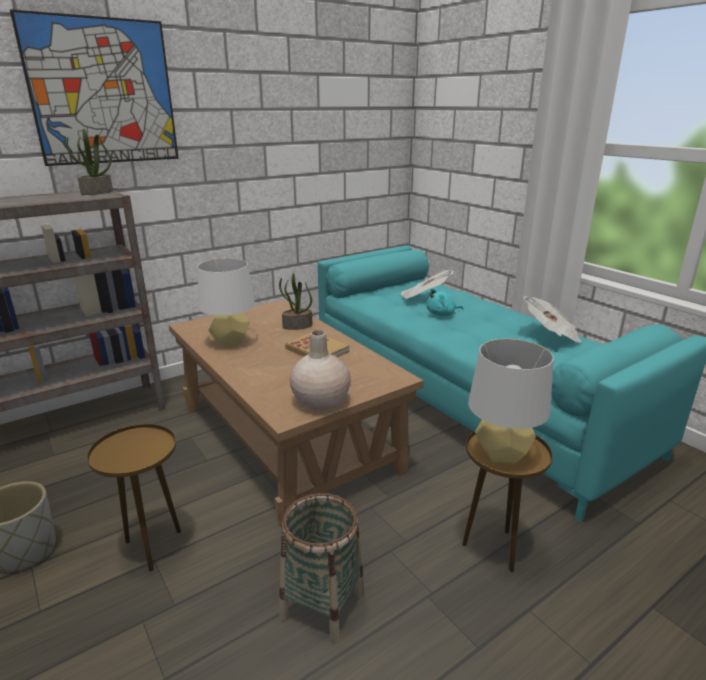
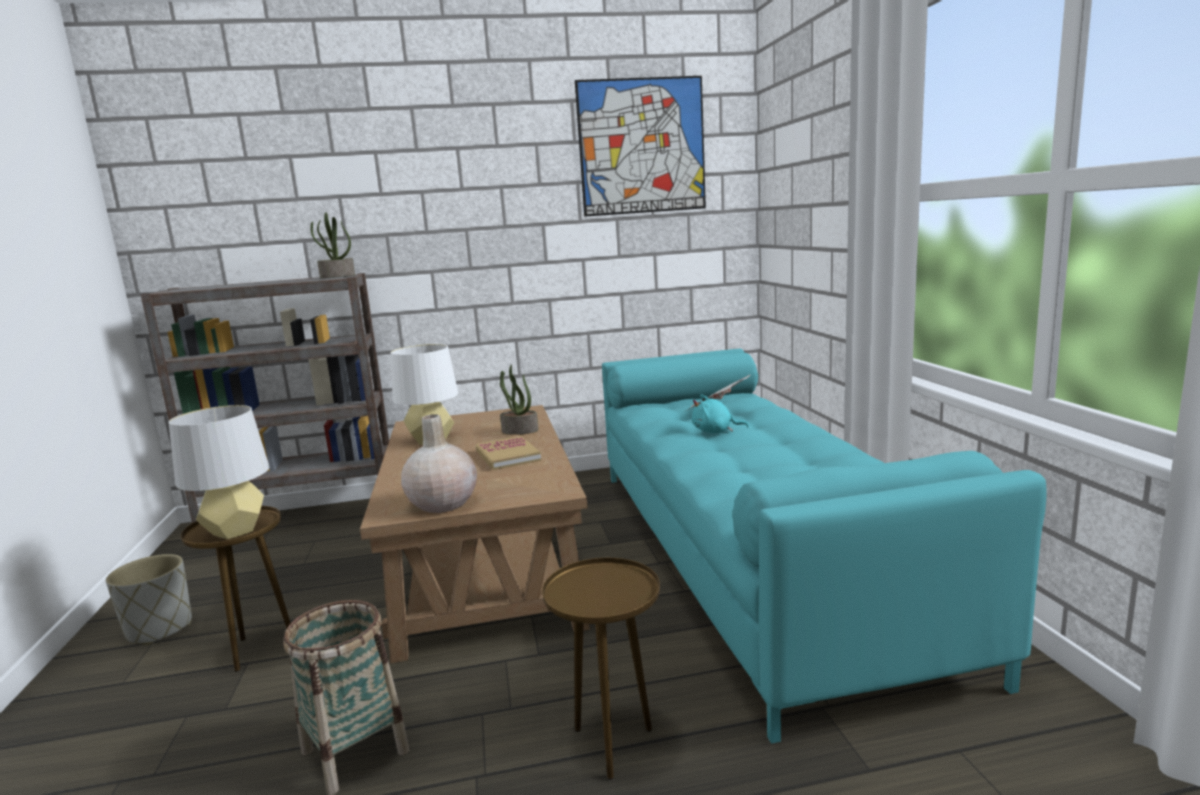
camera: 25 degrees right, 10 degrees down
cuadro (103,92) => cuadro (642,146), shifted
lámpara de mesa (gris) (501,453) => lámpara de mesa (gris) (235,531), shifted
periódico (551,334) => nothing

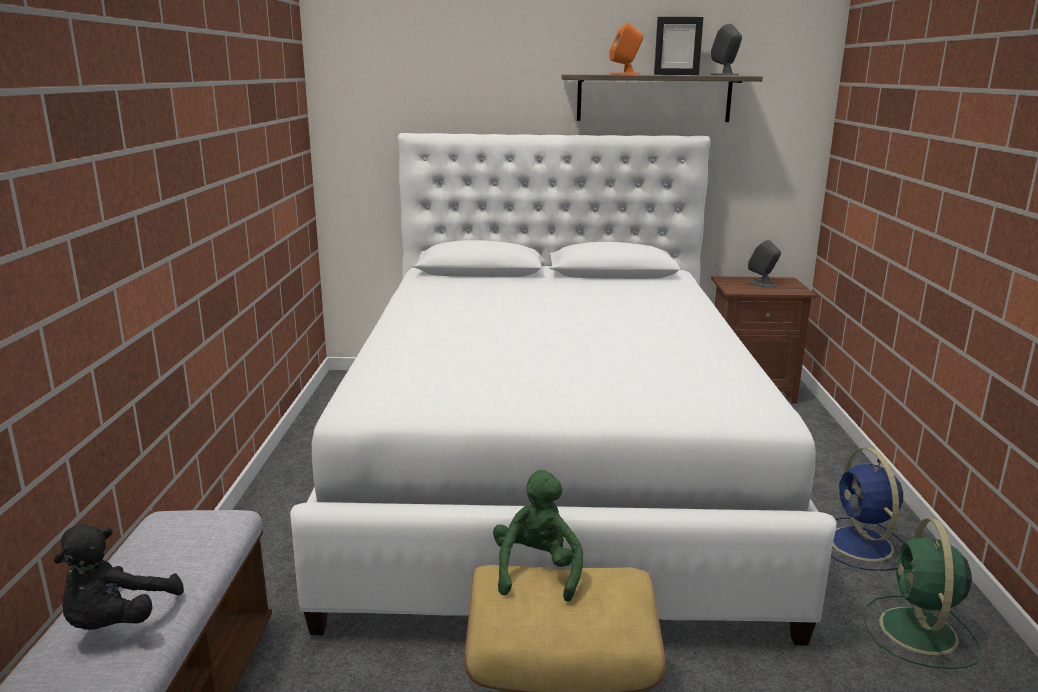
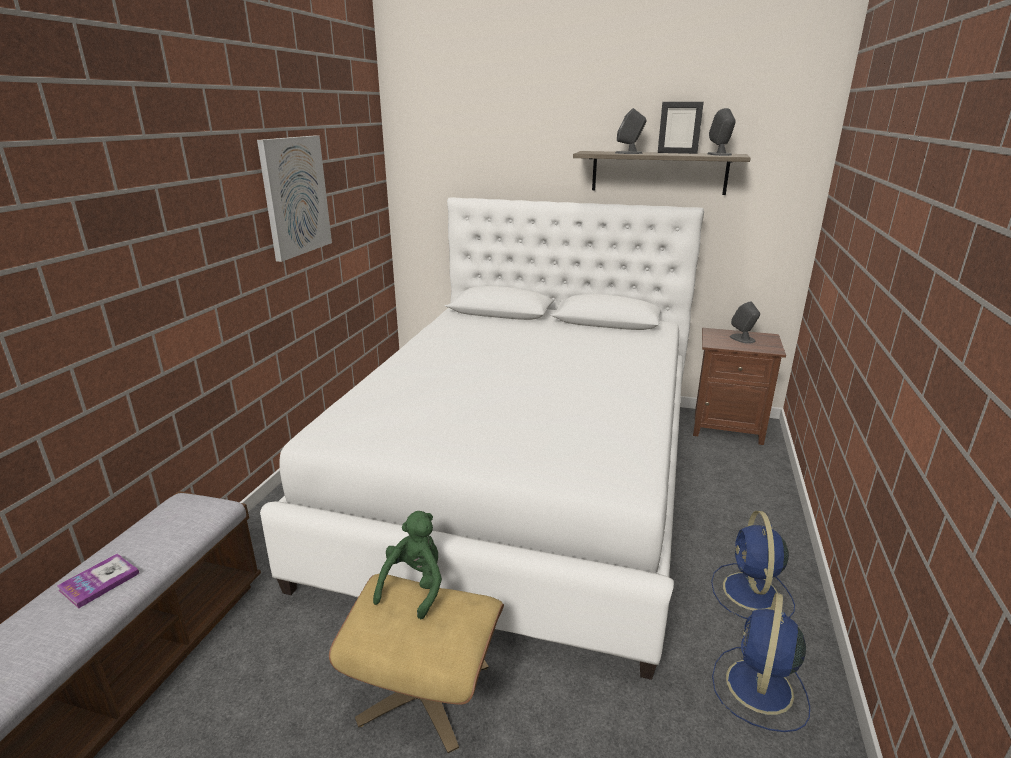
camera: 15 degrees right, 5 degrees up
peluche (negro) (117,622) => libro (99,581)
altavoz (naranja) (625,74) => altavoz (gris) (629,153)
ventilador (verde) (919,633) => ventilador (azul) (759,688)
nothing => cuadro (295,196)

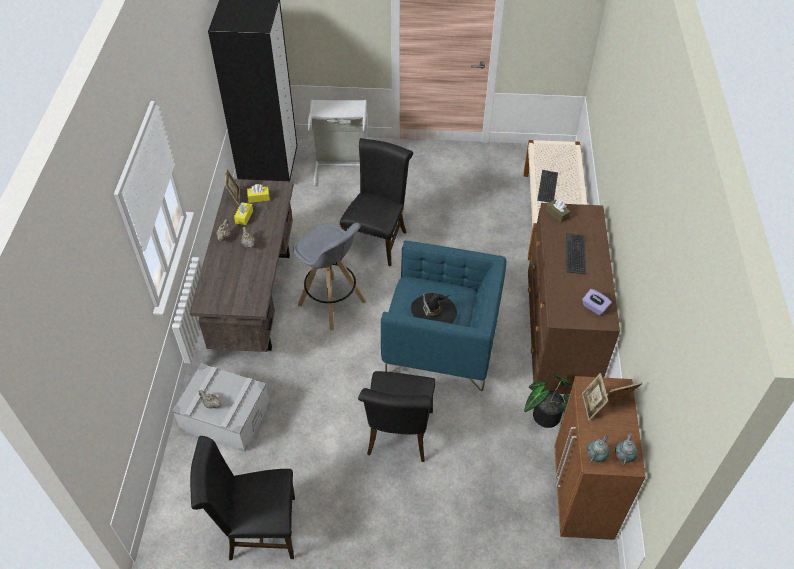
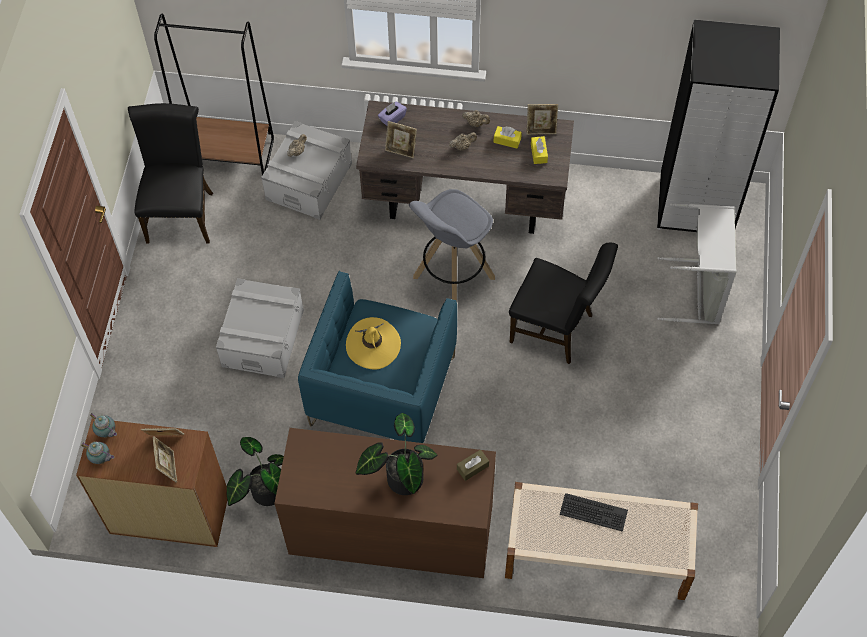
camera: 95 degrees right, 10 degrees up
silla (negro) (399,437) => caja de almacenaje (gris) (263,338)
sombrero (negro) (433,312) => sombrero (amarillo) (373,345)
teclado (576,254) => planta en maceta (400,477)
caja de pañuelos (morado) (594,307) => caja de pañuelos (morado) (392,119), shifted
nothing => perchero (230,155)
nothing => portarretratos (401,150)

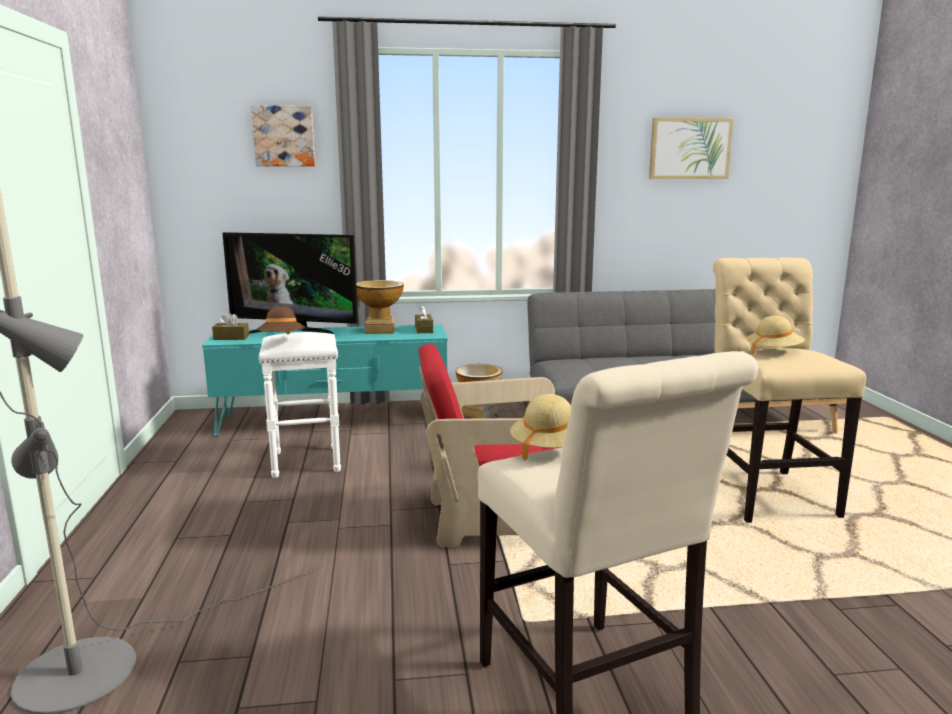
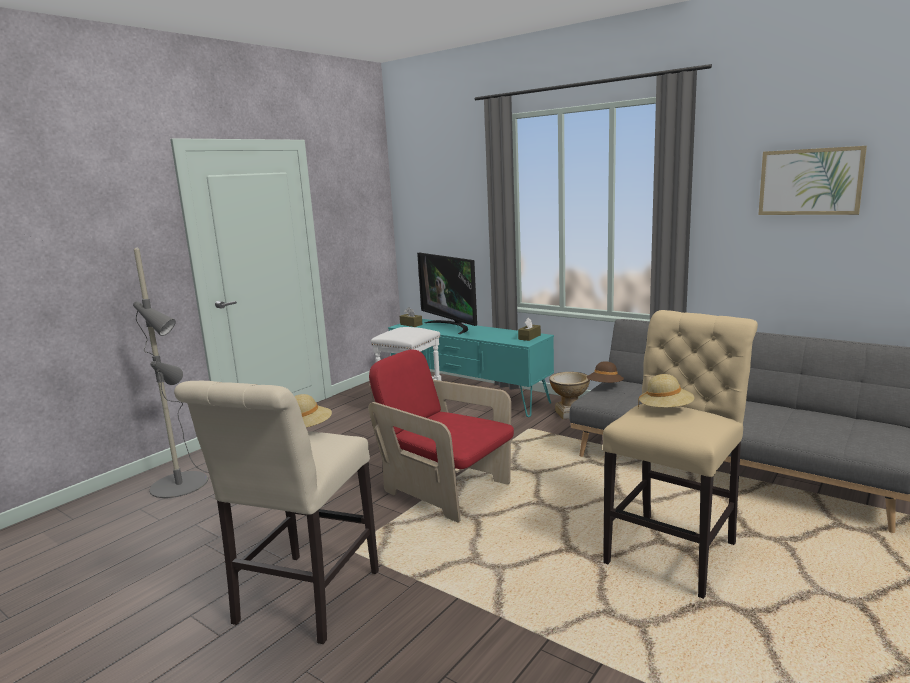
camera: 45 degrees right, 0 degrees up
cuadro (284,136) => nothing
sombrero (marrón) (282,340) => sombrero (marrón) (605,386), shifted
florero (380,330) => nothing

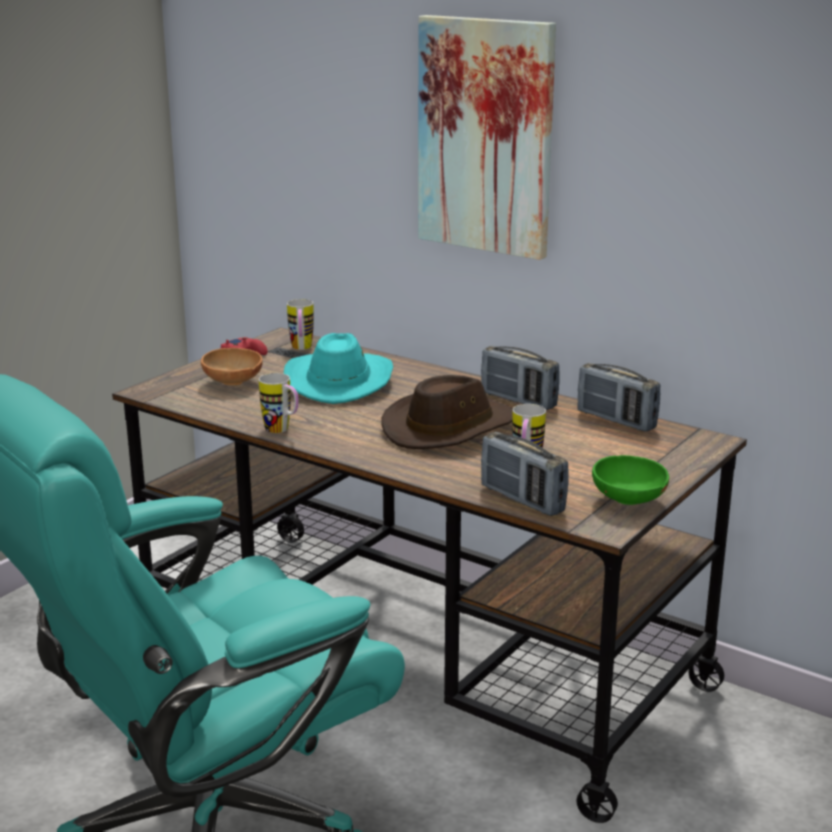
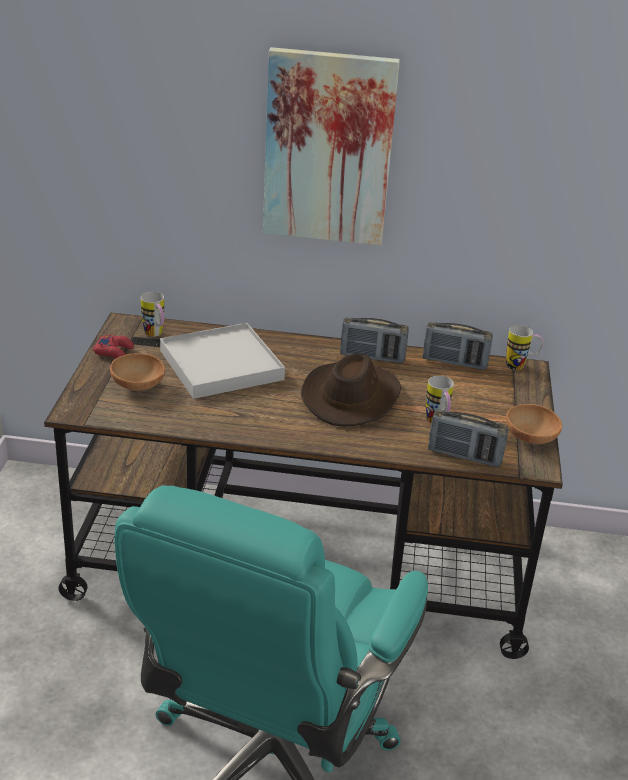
camera: 30 degrees left, 10 degrees up
taza grande (282,430) => taza grande (520,367), shifted
sombrero (turquesa) (338,381) => bandeja (blanco) (221,365)
cuenco (verde) (628,502) => cuenco (marrón) (531,440)

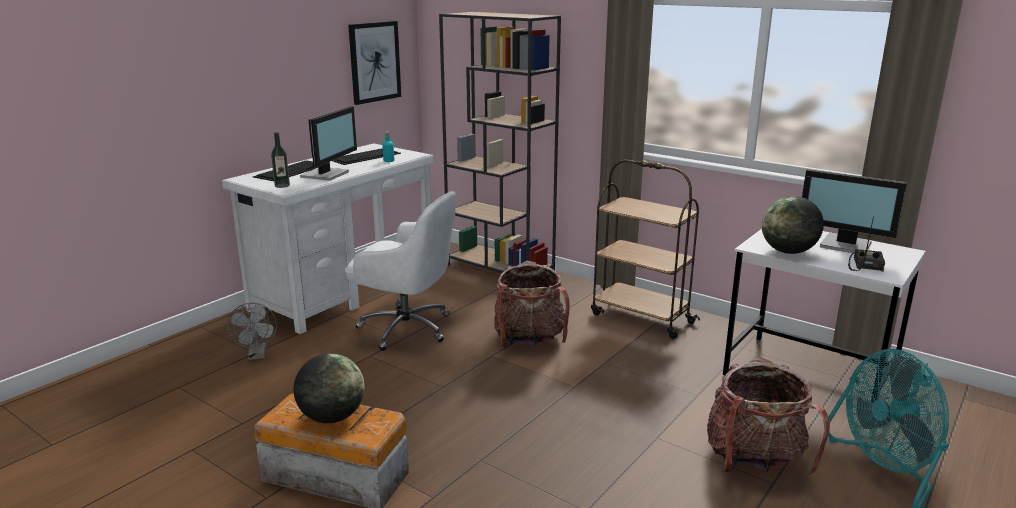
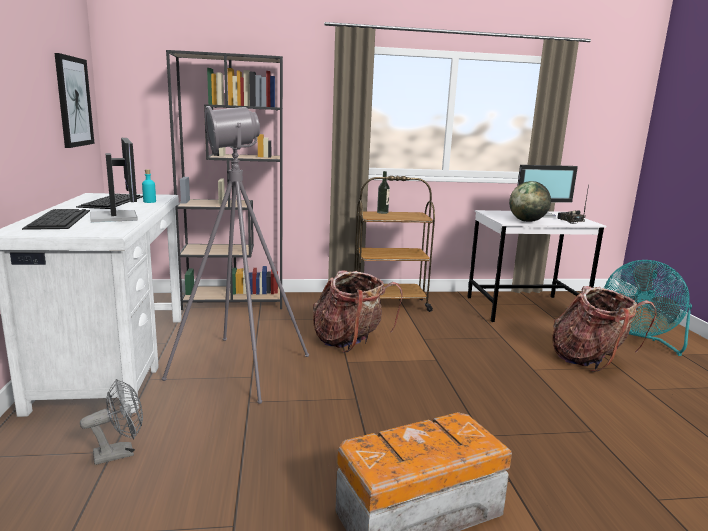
camera: 45 degrees left, 5 degrees down
ventilador (gris) (257,355) => ventilador (gris) (120,453), 60 degrees counterclockwise
botella (282,185) => botella (382,212), shifted
globo terráqueo (332,417) => nothing
silla de oficina (blanco) (405,328) => lámpara de pie (gris) (239,368)

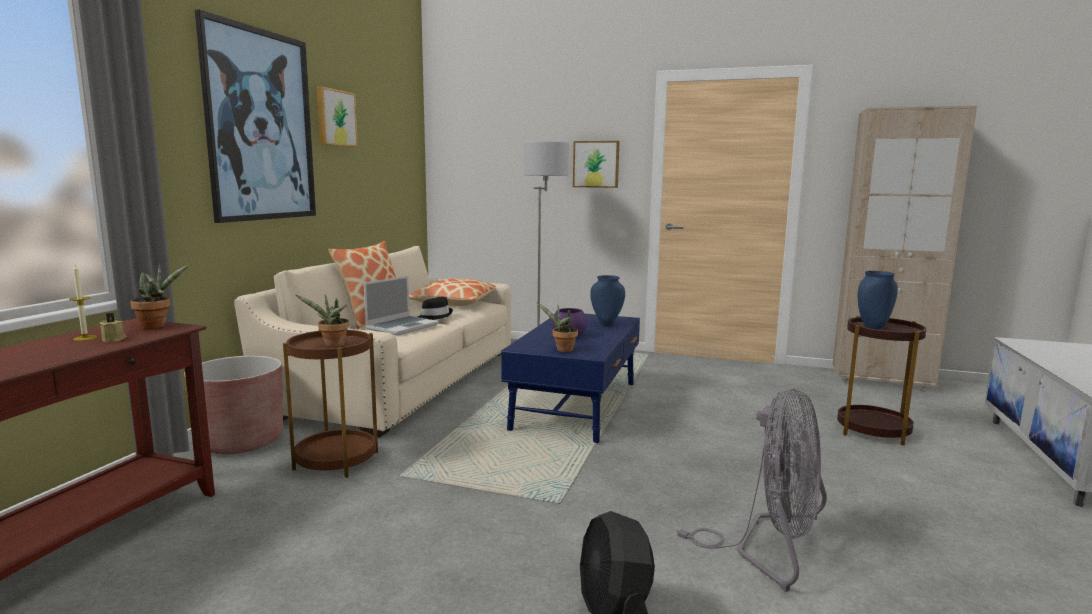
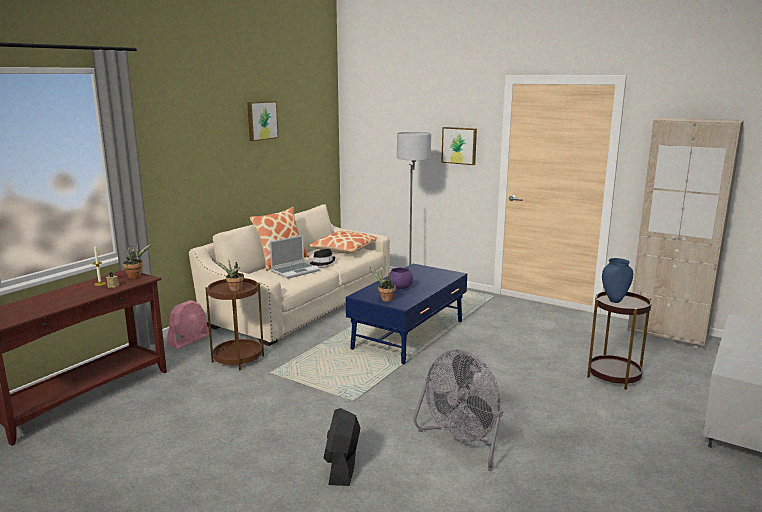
camera: 15 degrees right, 5 degrees up
maceta (marrón) (240,441) => ventilador (rosa) (189,340)
cuadro (261,126) => nothing
florero (azul) (606,324) => nothing
ventilador (gris) (768,544) => ventilador (gris) (462,440), 90 degrees clockwise

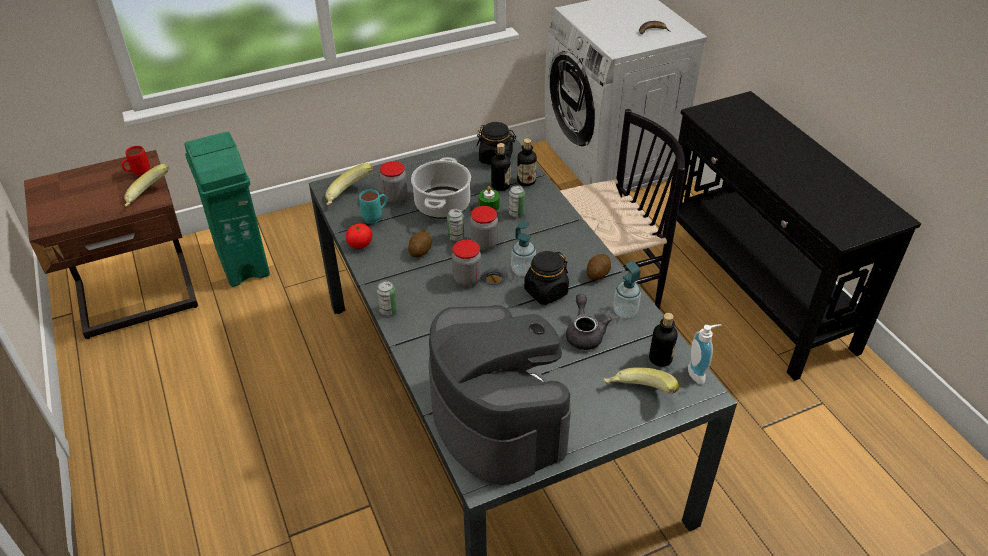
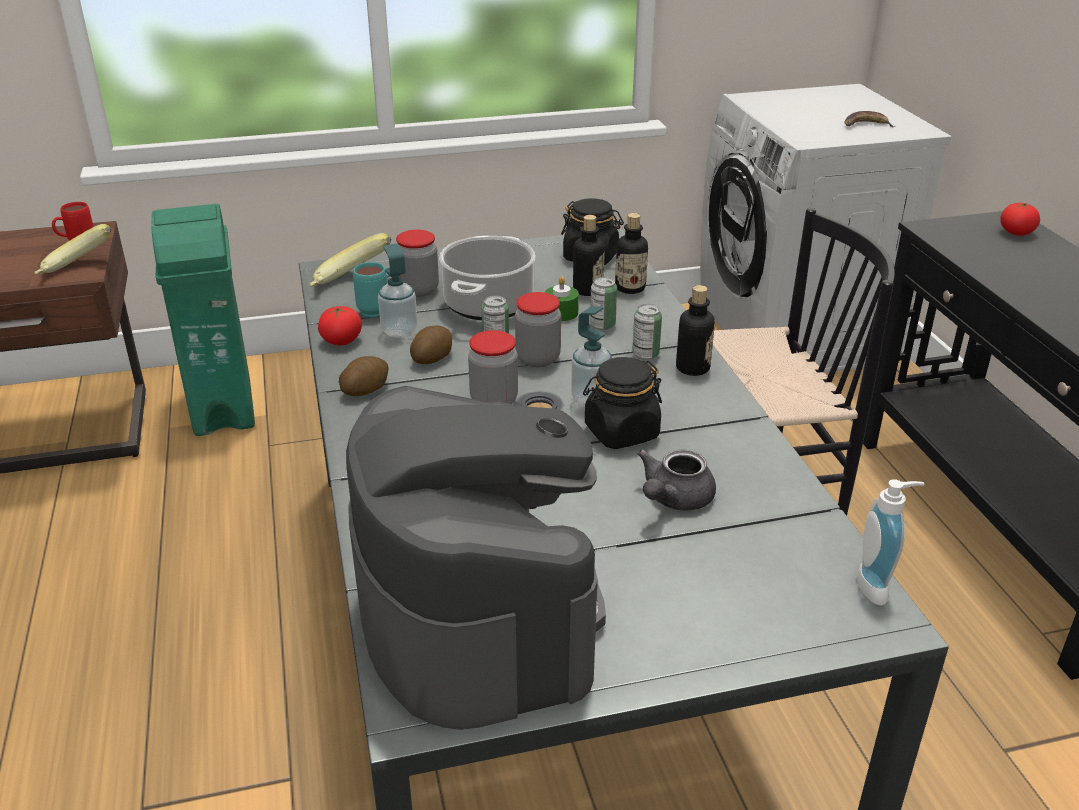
camera: 10 degrees right, 10 degrees down
lata (388,310) => lata (645,354), shifted
tetera (gris) (584,333) => tetera (gris) (673,499), 150 degrees counterclockwise
patata (598,273) => patata (365,389), shifted
plátano (638,395) => nothing
dispensador de jabón (625,311) => dispensador de jabón (399,331), shifted
botella (660,358) => botella (692,368), shifted
nothing => tomate (1016,233)

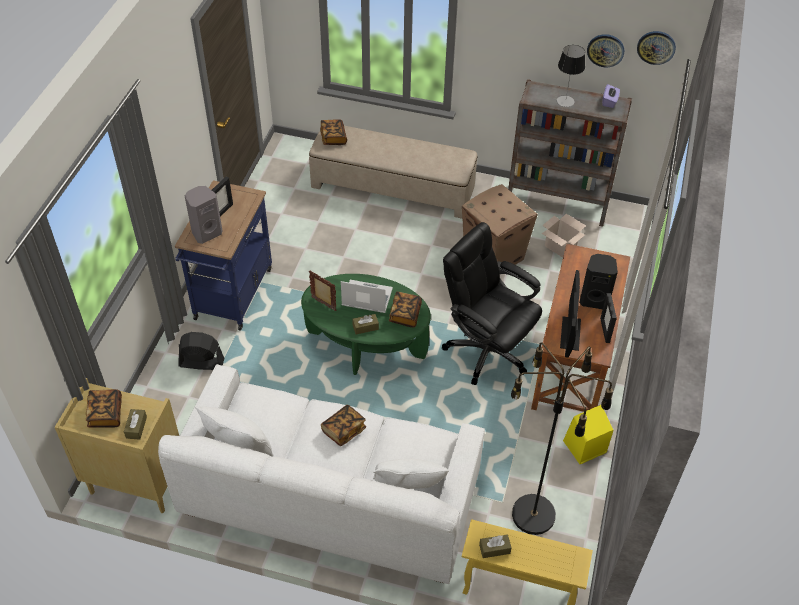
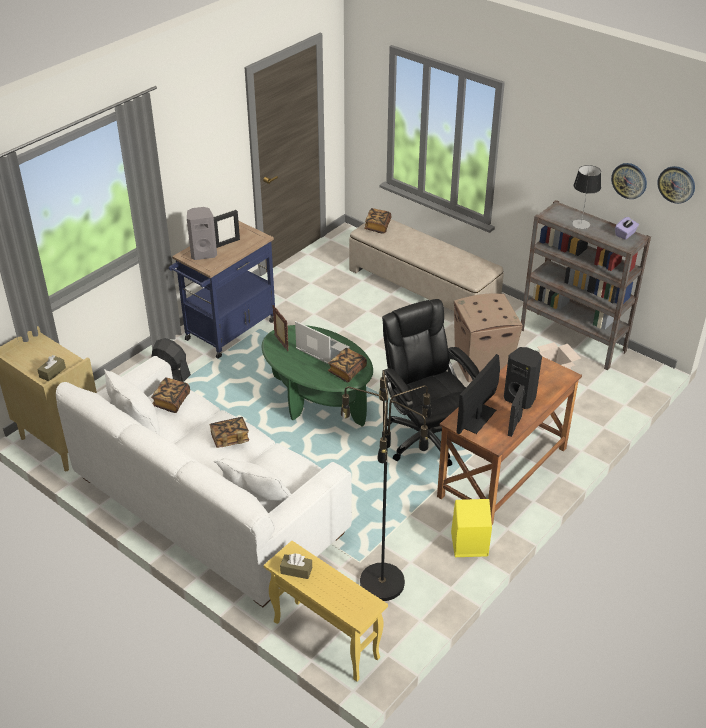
camera: 25 degrees right, 10 degrees down
libro (106,414) => libro (171,401), shifted
caja de pañuelos (marrón) (365,327) => nothing

